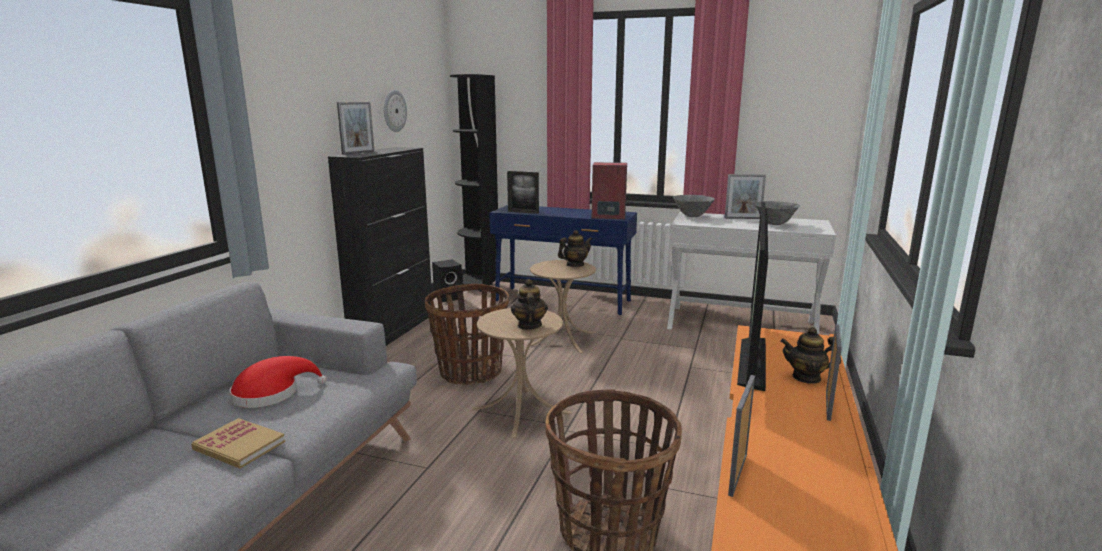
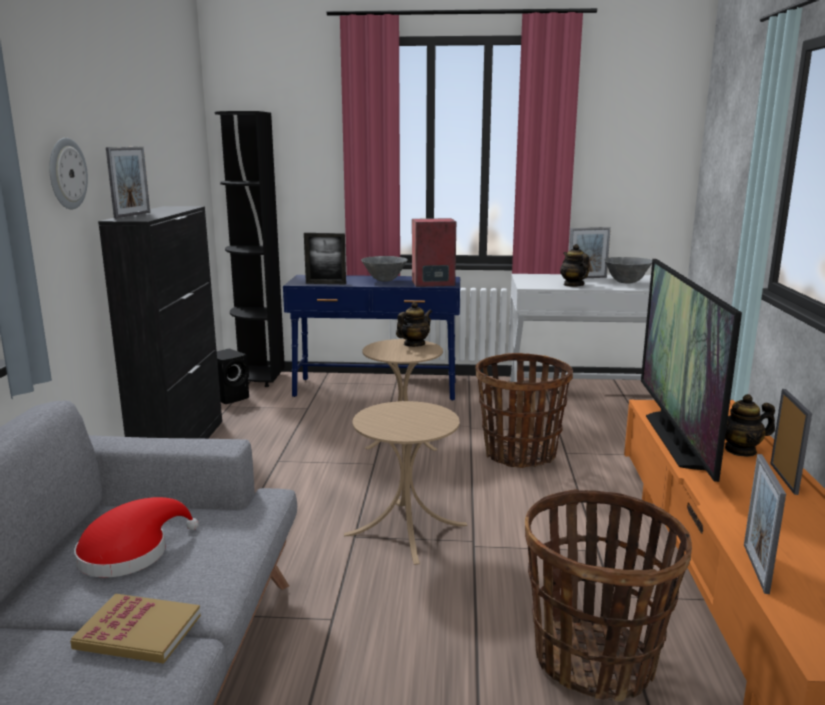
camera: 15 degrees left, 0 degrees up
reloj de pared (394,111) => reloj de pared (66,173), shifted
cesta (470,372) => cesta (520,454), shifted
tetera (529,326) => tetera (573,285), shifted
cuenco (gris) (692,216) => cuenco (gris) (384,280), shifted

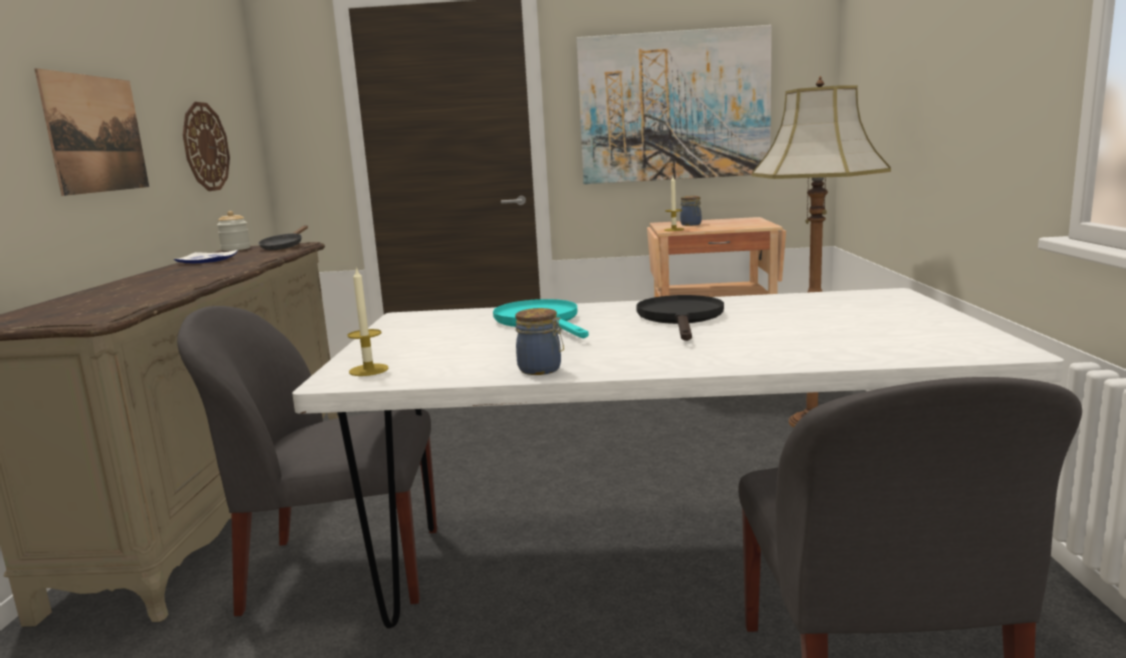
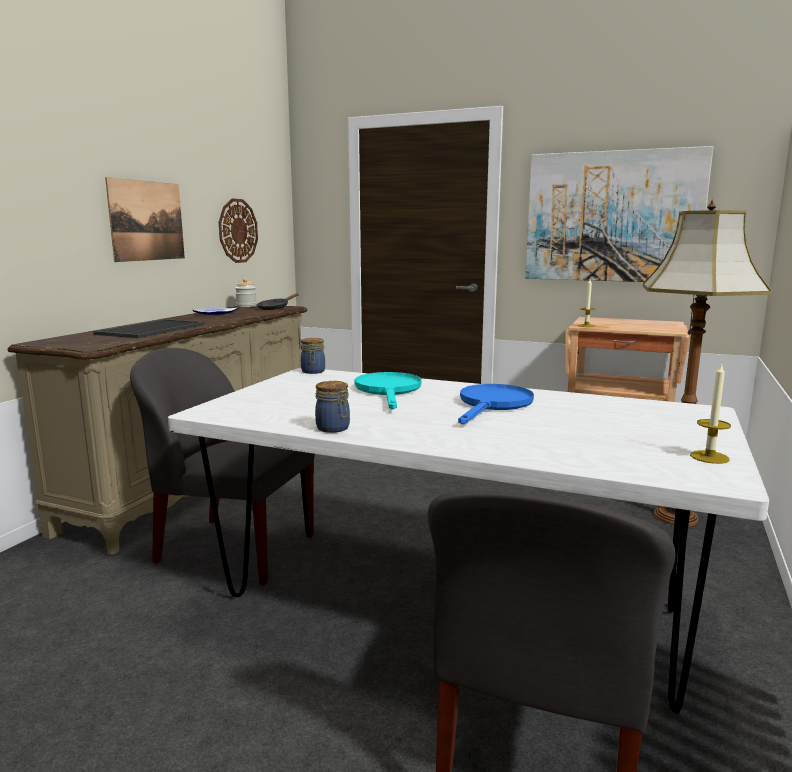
camera: 20 degrees right, 0 degrees up
vela (368,370) => vela (709,457), shifted
sartén (negro) (681,318) => sartén (azul) (493,405)
tarro (691,224) => tarro (313,372), shifted
nothing => bandeja (151,329)

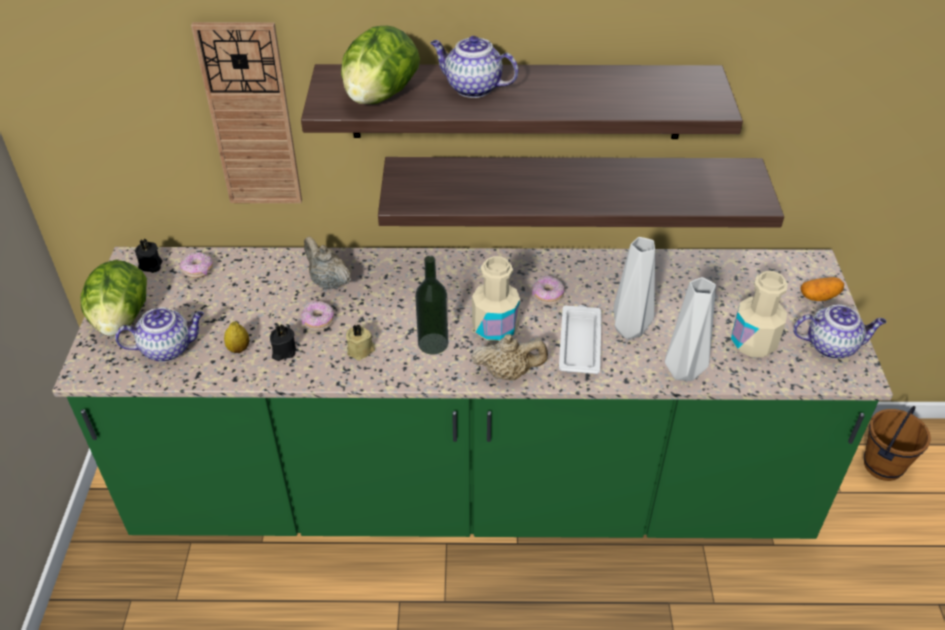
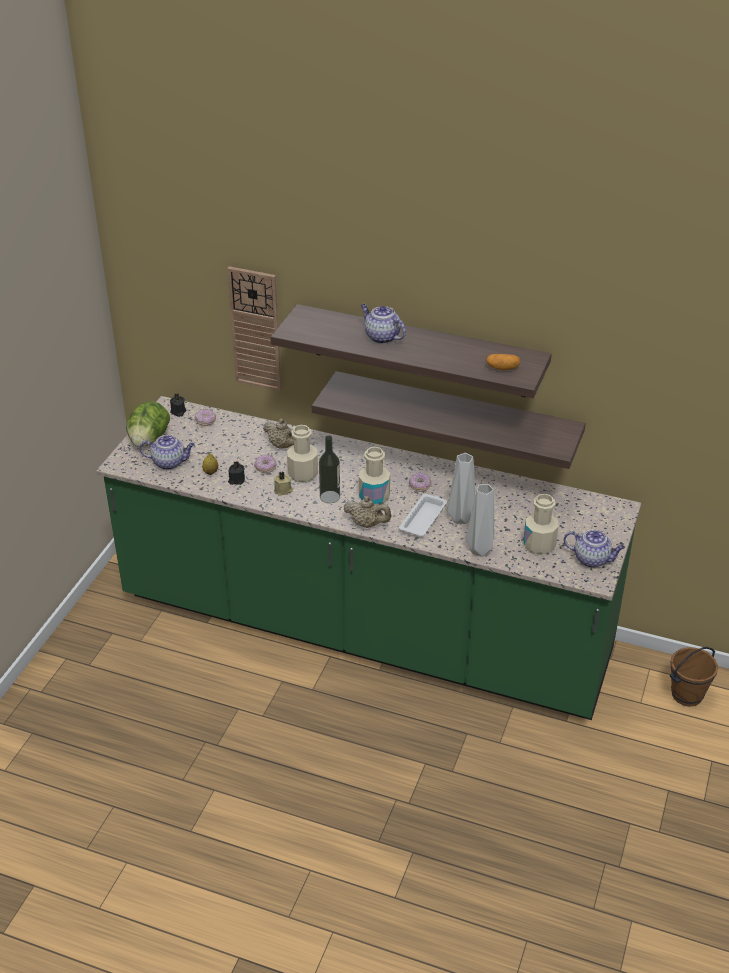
camera: 20 degrees right, 5 degrees down
tetera (beis) (328,282) => tetera (beis) (283,446), 150 degrees clockwise
lechuga (380,97) => nothing
patata (819,296) => patata (502,368), shifted
nothing => botella (beis) (303,474)

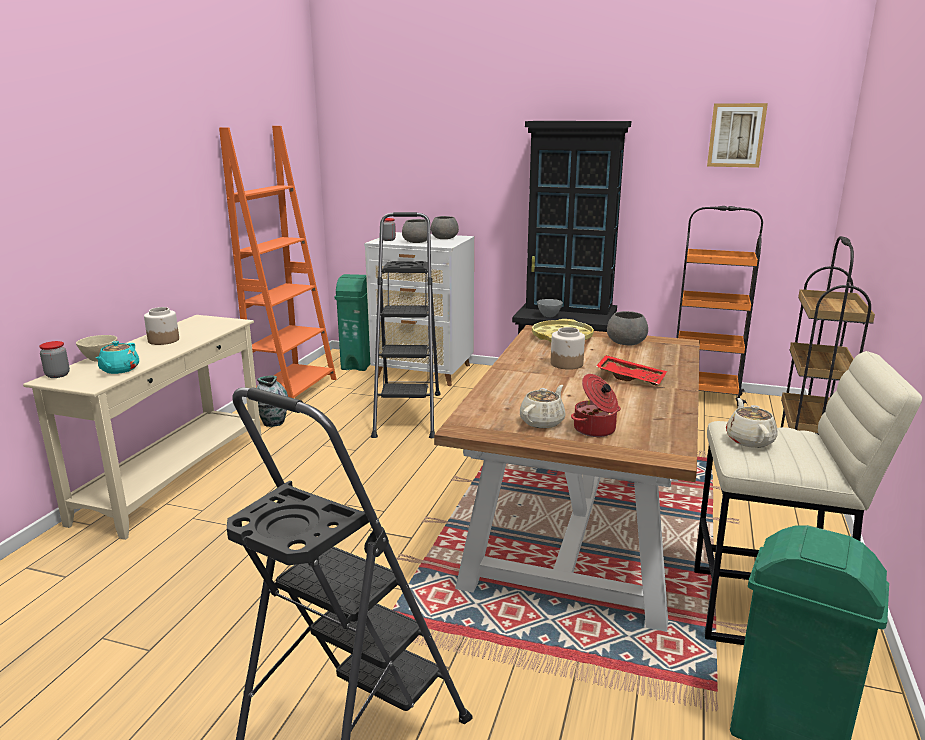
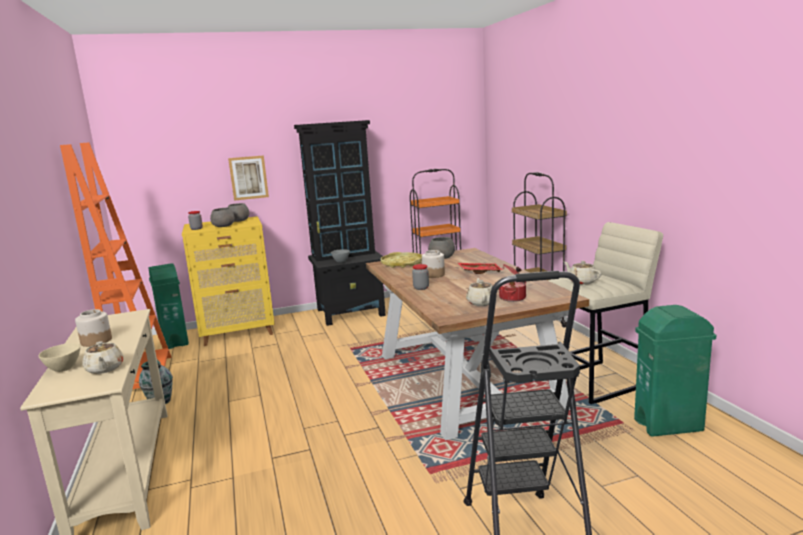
camera: 35 degrees left, 5 degrees down
tarro (57,375) => tarro (421,288), shifted
tetera (turquesa) (119,370) => tetera (beis) (104,369)
cómoda (blanco) (424,371) => cómoda (amarillo) (238,331)
escalera de tijera (408,413) => nothing
cuadro (736,135) => cuadro (248,177), shifted

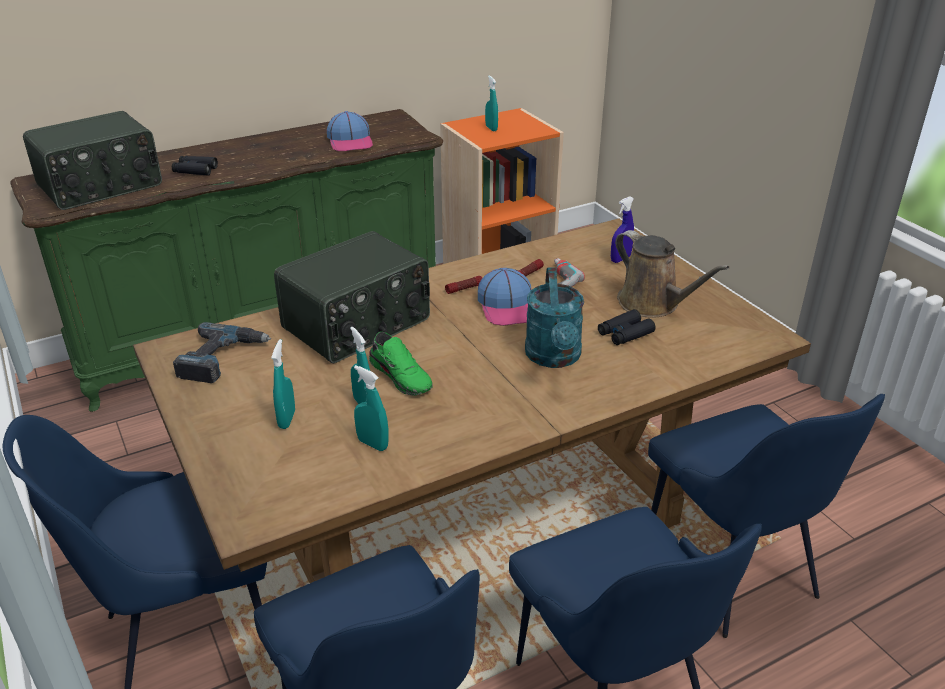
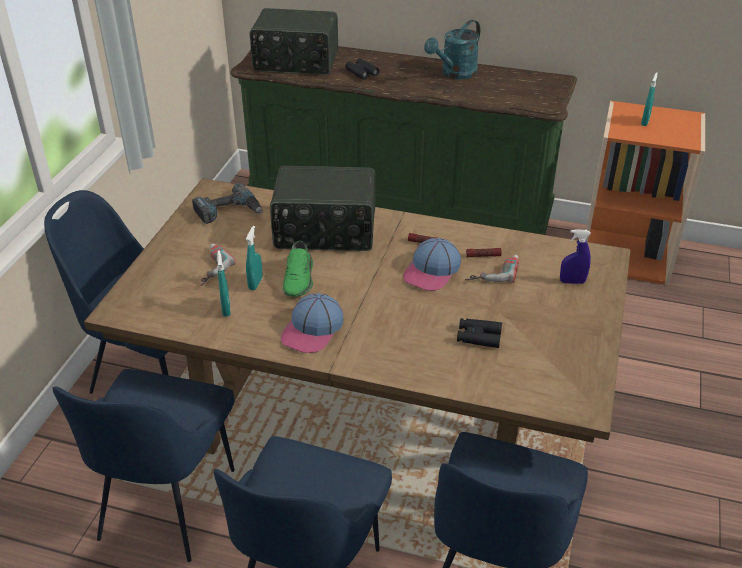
camera: 45 degrees right, 5 degrees up
pulverizador (turquesa) (287,419) => taladro (208,267)
gorra (350,141) => gorra (312,330), shifted
regadera (turquesa) (554,358) => regadera (turquesa) (455,74), shifted
regadera (marrón) (652,304) => nothing

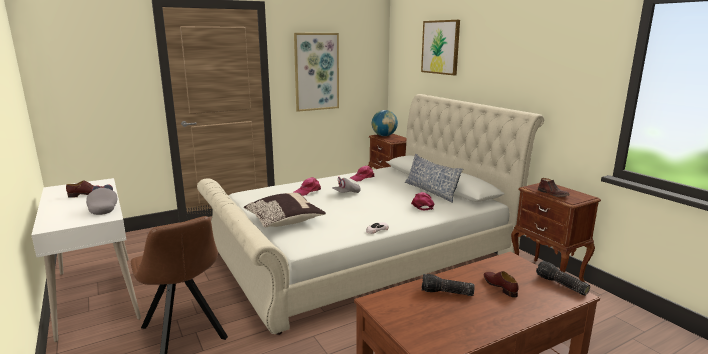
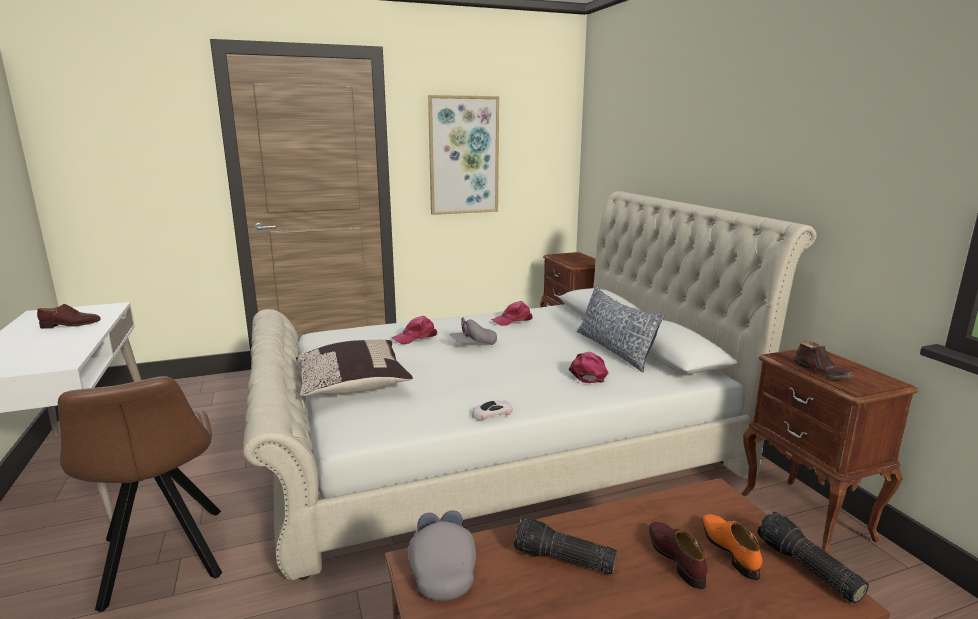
camera: 10 degrees right, 0 degrees up
gorra (gris) (104,209) => gorra (gris) (442,570), shifted
globo terráqueo (384,136) => nothing
cuadro (440,47) => nothing
nothing => zapato (naranja) (729,549)

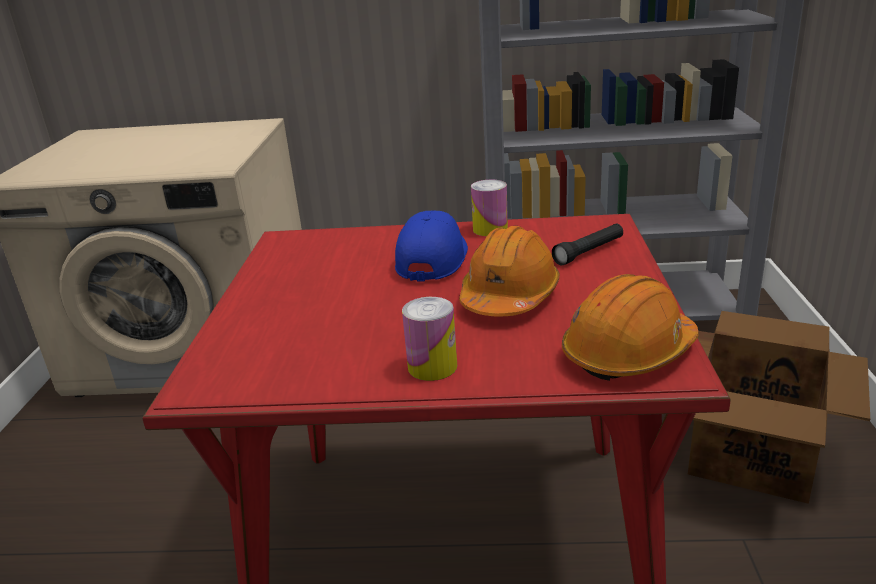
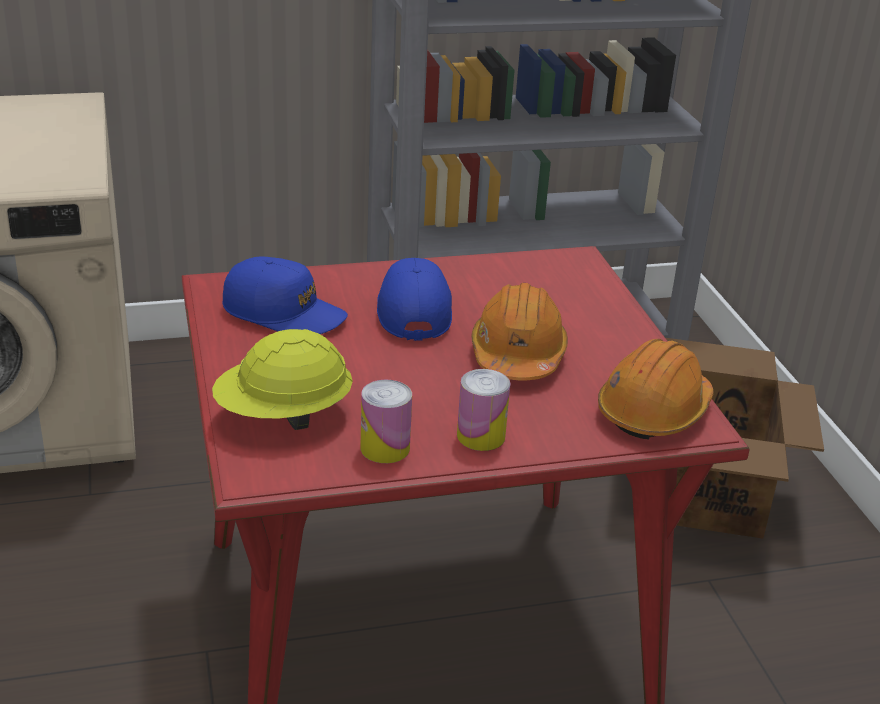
camera: 20 degrees left, 5 degrees up
lata (490,229) => lata (385,448), shifted
linterna (negro) (589,252) => nothing
nothing => casco (amarillo) (283,416)
nothing => gorra (azul) (284,313)

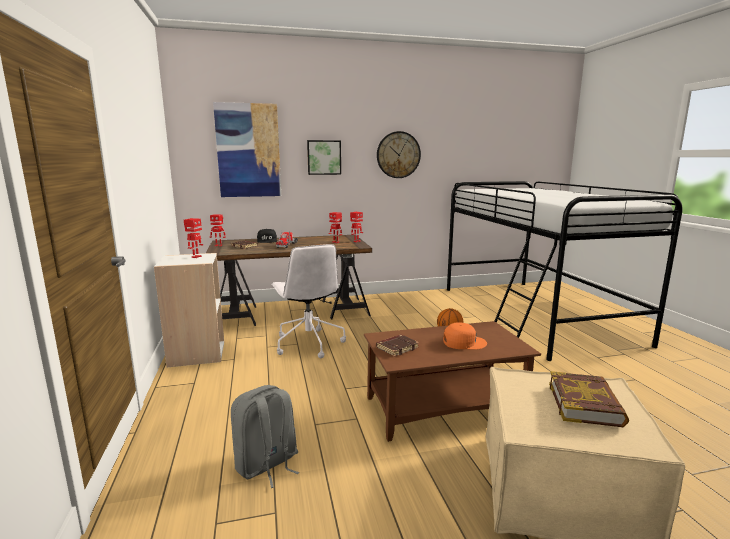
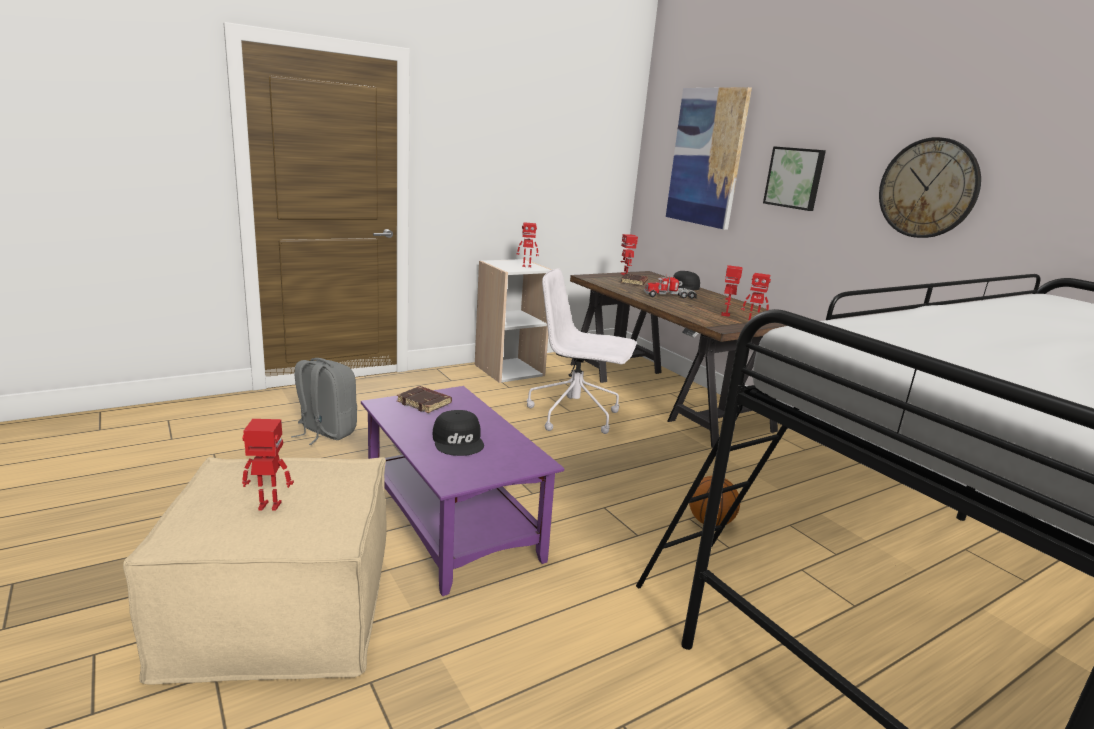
camera: 70 degrees right, 5 degrees up
silla de oficina (blanco) (308,343) => silla de oficina (blanco) (578,416), 60 degrees clockwise
mesa de centro (marrón) (443,408) => mesa de centro (morado) (449,520)
gorra (naranja) (464,342) => gorra (negro) (459,441)
libro (585,404) => robot de juguete (269,506)

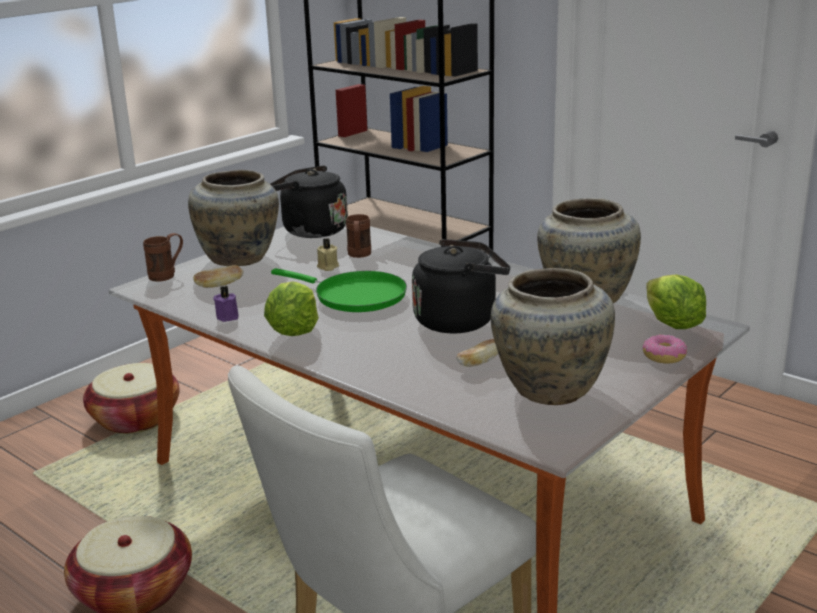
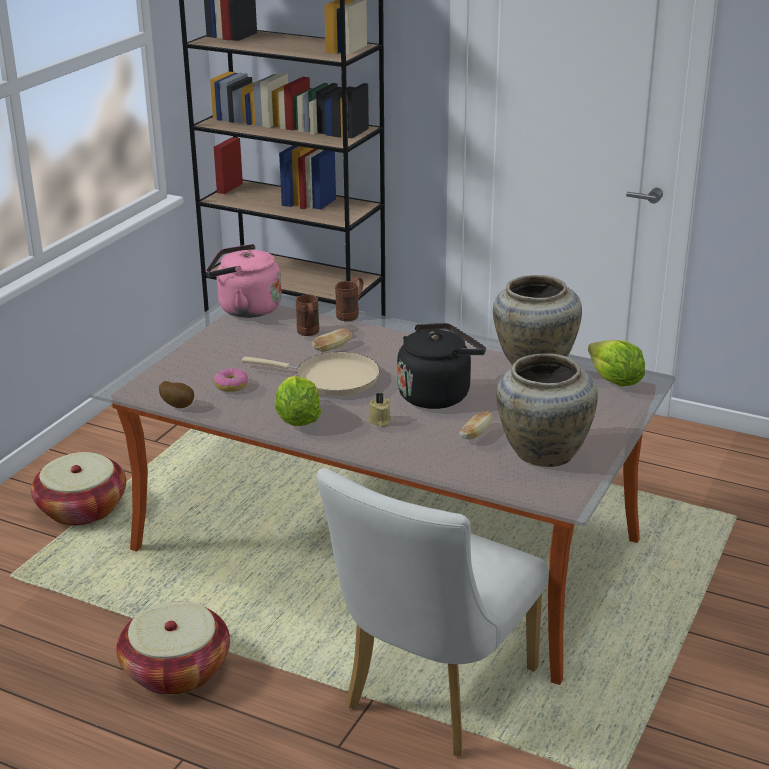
camera: 15 degrees left, 5 degrees up
taza grande (marrón) (167,275) => taza grande (marrón) (351,314), shifted
florero (beis) (240,259) => nothing
pan (219,285) => pan (332,348), shifted
vela (morado) (228,316) => nothing
hervidor (negro) (310,231) => hervidor (rosa) (245,309)
sartén (verde) (354,296) => sartén (beis) (331,378)
vela (beis) (327,267) => vela (beis) (380,421), shifted
rosquilla (664,356) => rosquilla (231,386), shifted
nothing => patata (178,406)

